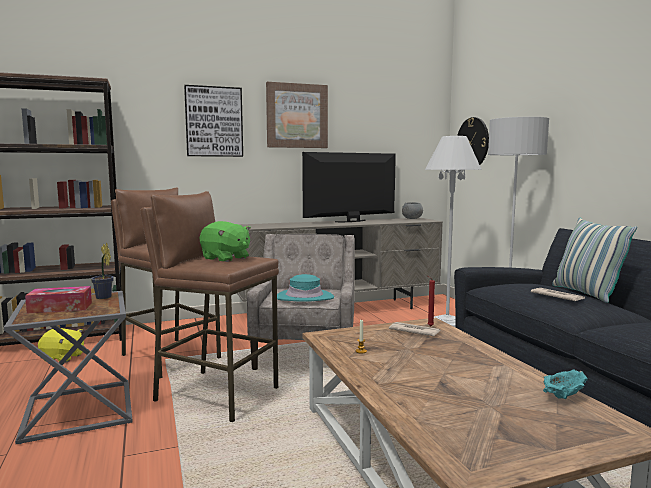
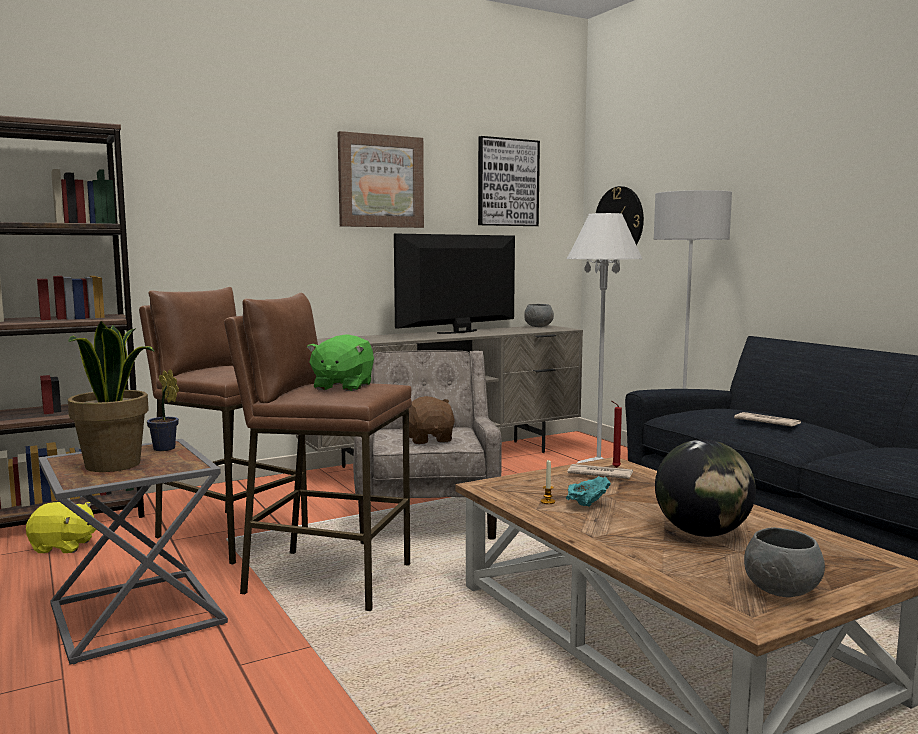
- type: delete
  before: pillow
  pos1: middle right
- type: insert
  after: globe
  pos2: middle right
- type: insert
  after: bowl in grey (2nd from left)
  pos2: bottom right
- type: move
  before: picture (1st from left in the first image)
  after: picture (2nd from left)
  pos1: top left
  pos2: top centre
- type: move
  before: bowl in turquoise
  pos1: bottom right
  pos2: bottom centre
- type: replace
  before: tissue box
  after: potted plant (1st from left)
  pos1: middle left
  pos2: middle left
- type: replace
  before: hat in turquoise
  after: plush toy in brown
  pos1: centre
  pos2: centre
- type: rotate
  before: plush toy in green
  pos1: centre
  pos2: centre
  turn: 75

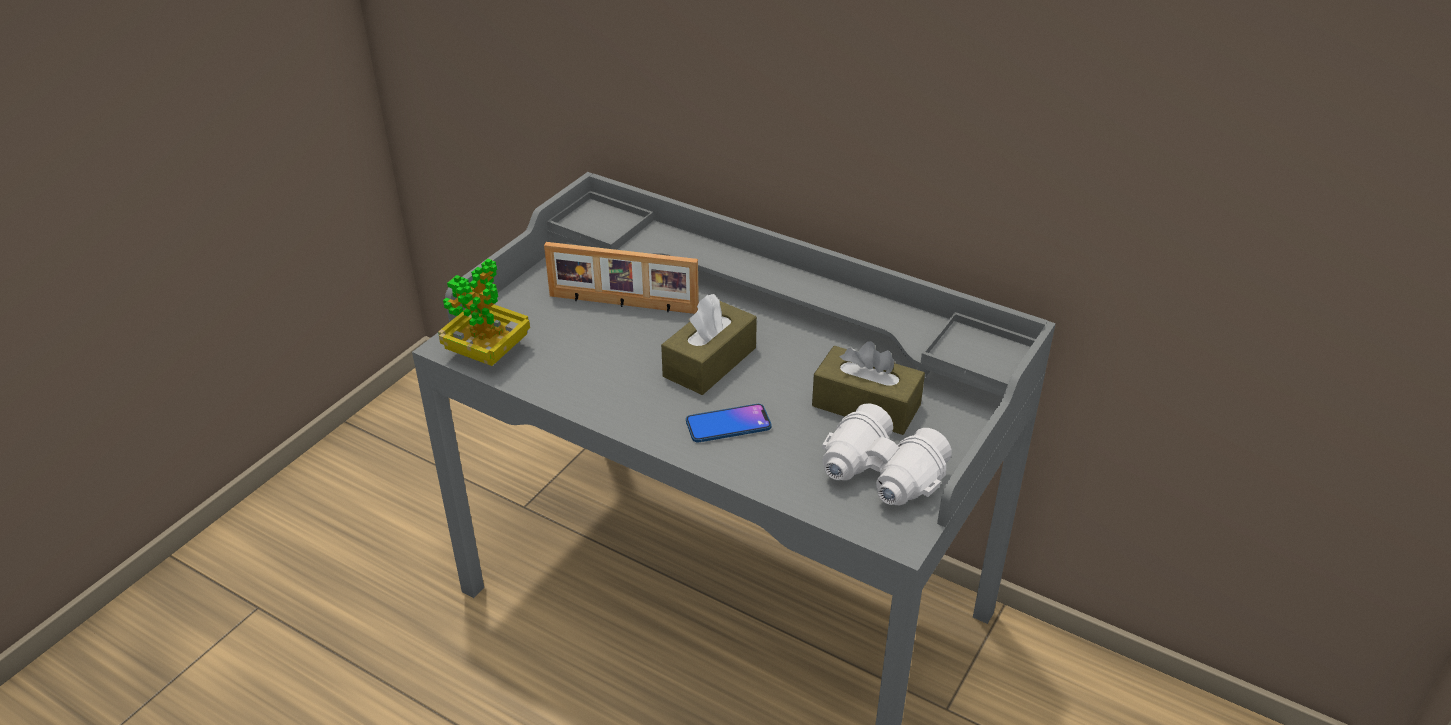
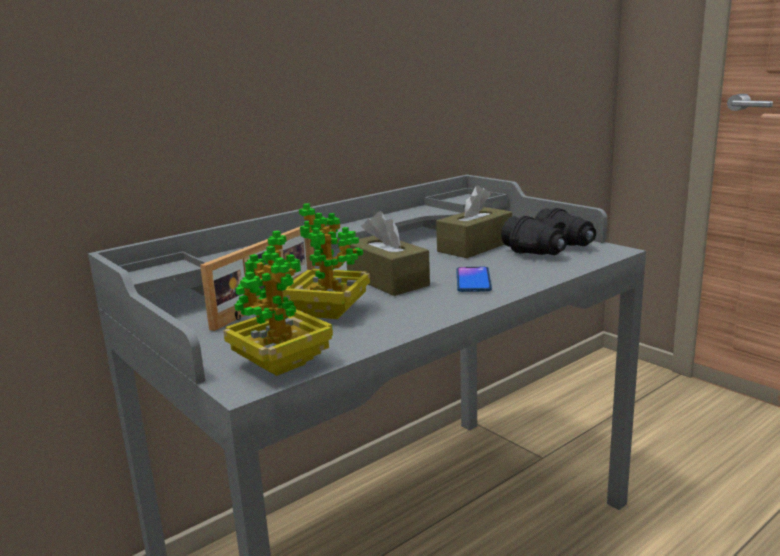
- type: insert
  after: potted plant (2nd from left)
  pos2: centre
- type: recolor
  before: binoculars in white
  after: binoculars in black
  pos1: centre
  pos2: middle right

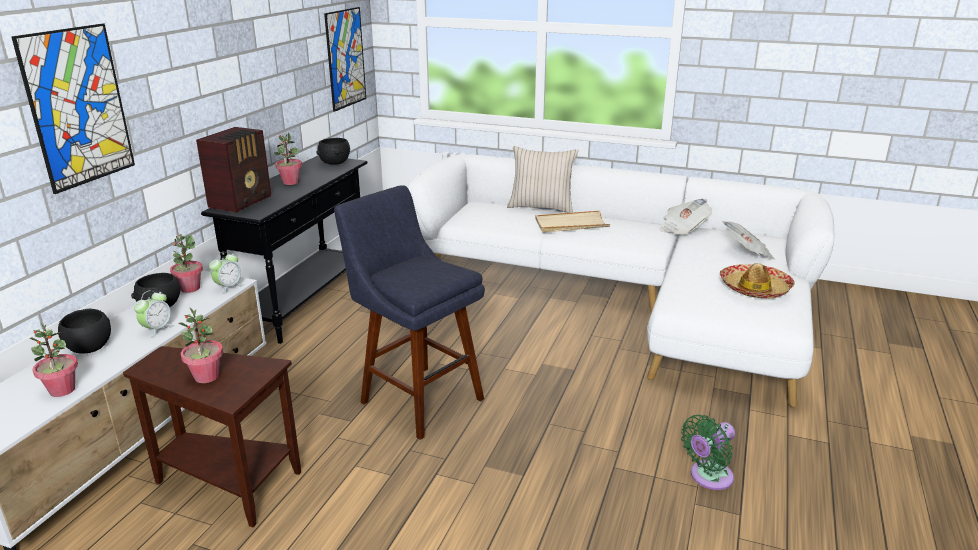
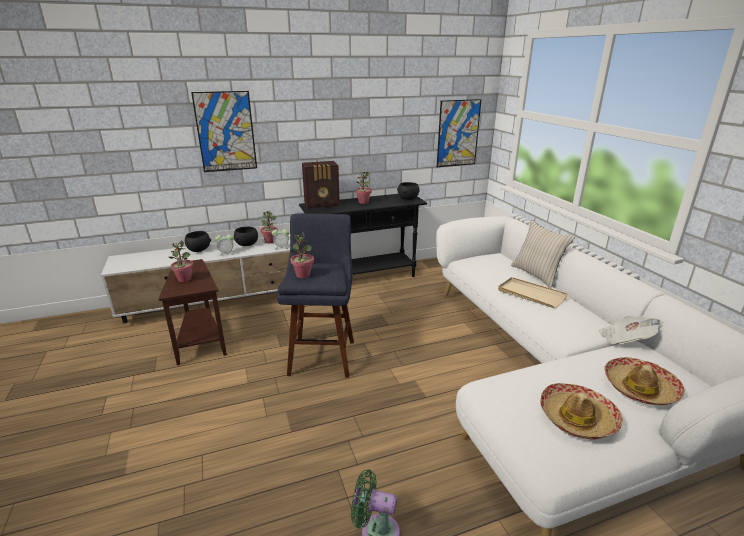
- type: move
  before: potted plant (1st from left in the first image)
  after: potted plant (3rd from left)
  pos1: middle left
  pos2: centre
- type: replace
  before: newspaper (2nd from left)
  after: hat (2nd from left)
  pos1: middle right
  pos2: bottom right

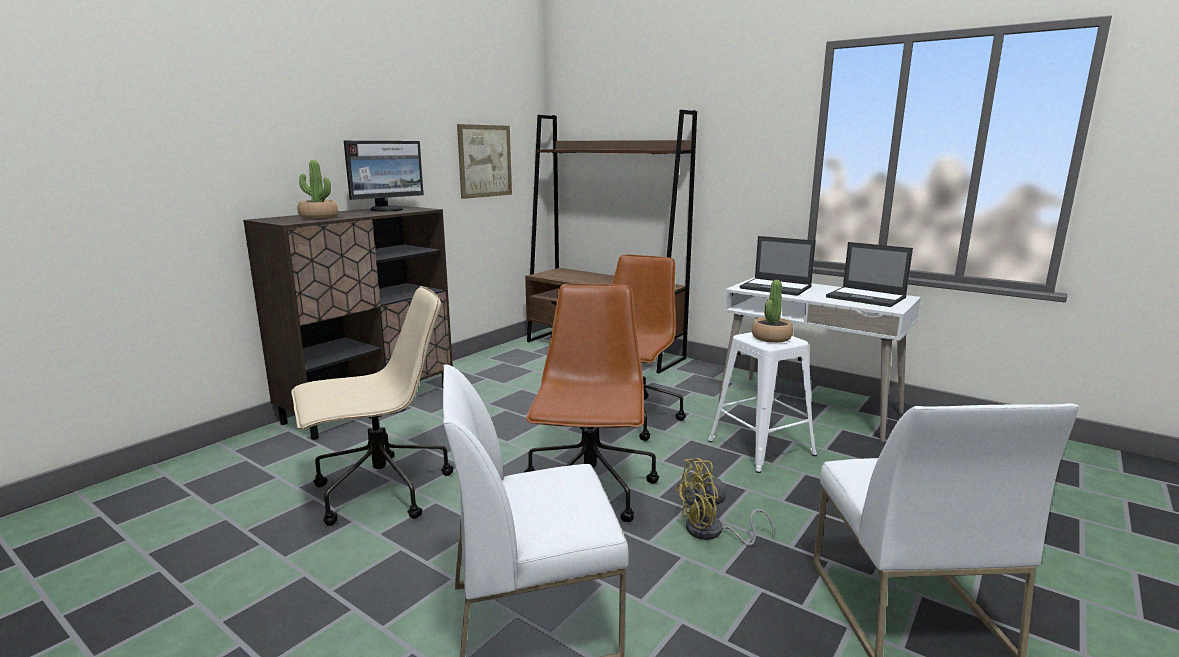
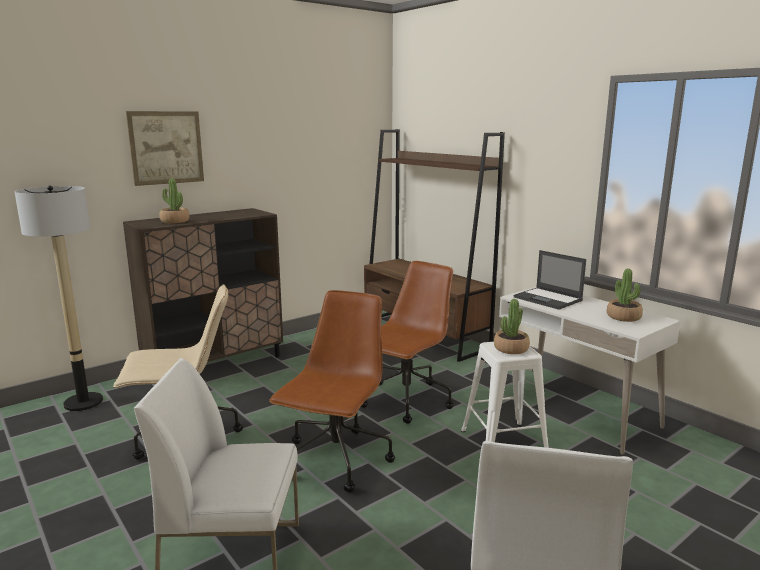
- type: delete
  before: monitor
  pos1: top left
- type: delete
  before: fan in yellow
  pos1: bottom centre
- type: insert
  after: floor lamp
  pos2: middle left
- type: move
  before: picture
  pos1: top centre
  pos2: top left
- type: replace
  before: laptop (2nd from left)
  after: potted plant (3rd from left)
  pos1: middle right
  pos2: middle right

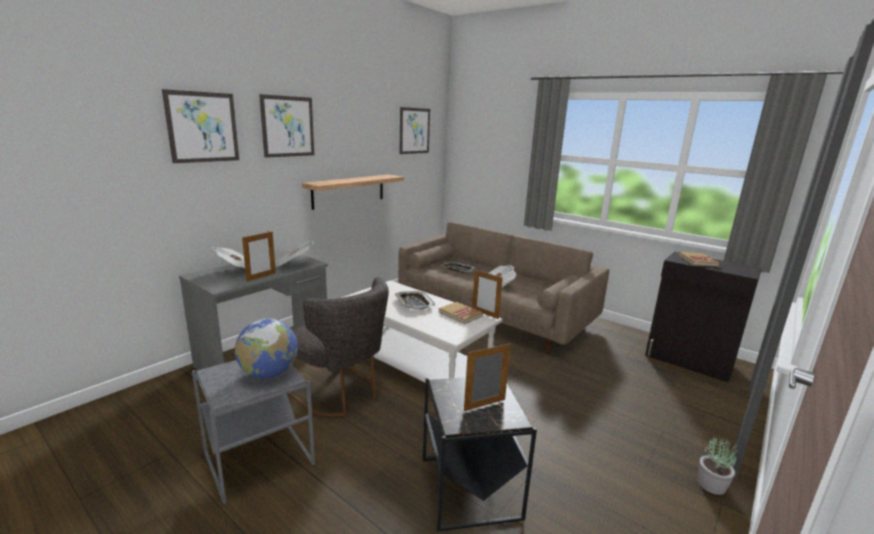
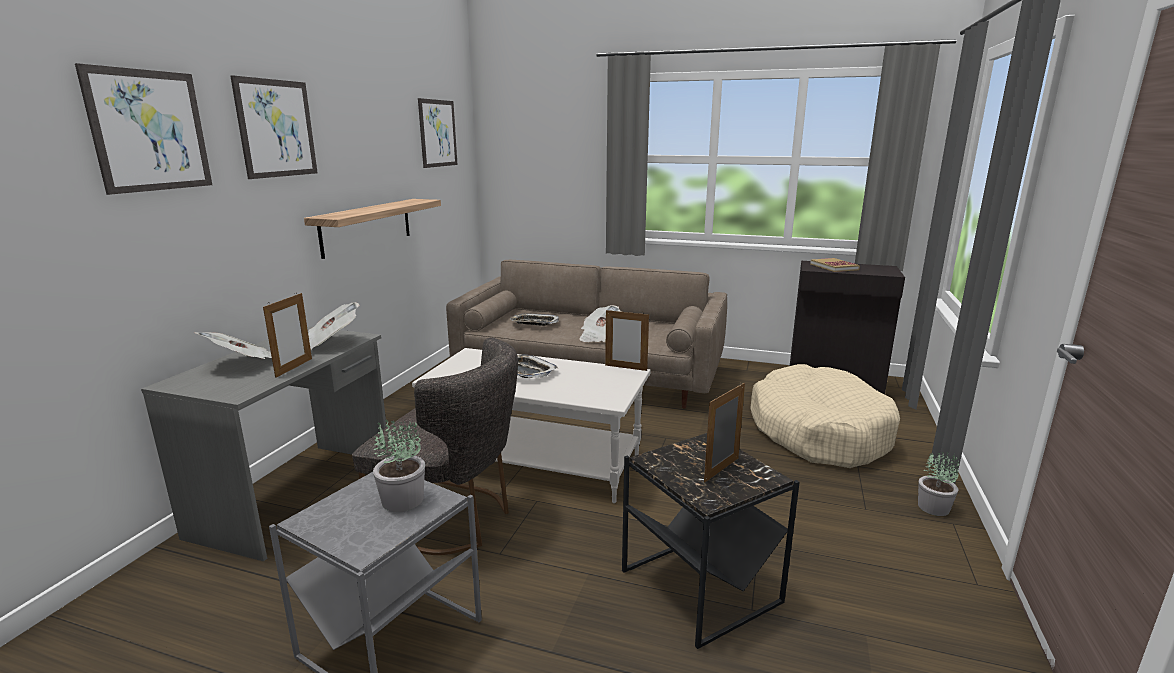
- type: delete
  before: book (1st from left)
  pos1: centre
- type: insert
  after: dog bed in beige
  pos2: middle right
- type: replace
  before: globe
  after: potted plant (1st from left)
  pos1: middle left
  pos2: bottom centre

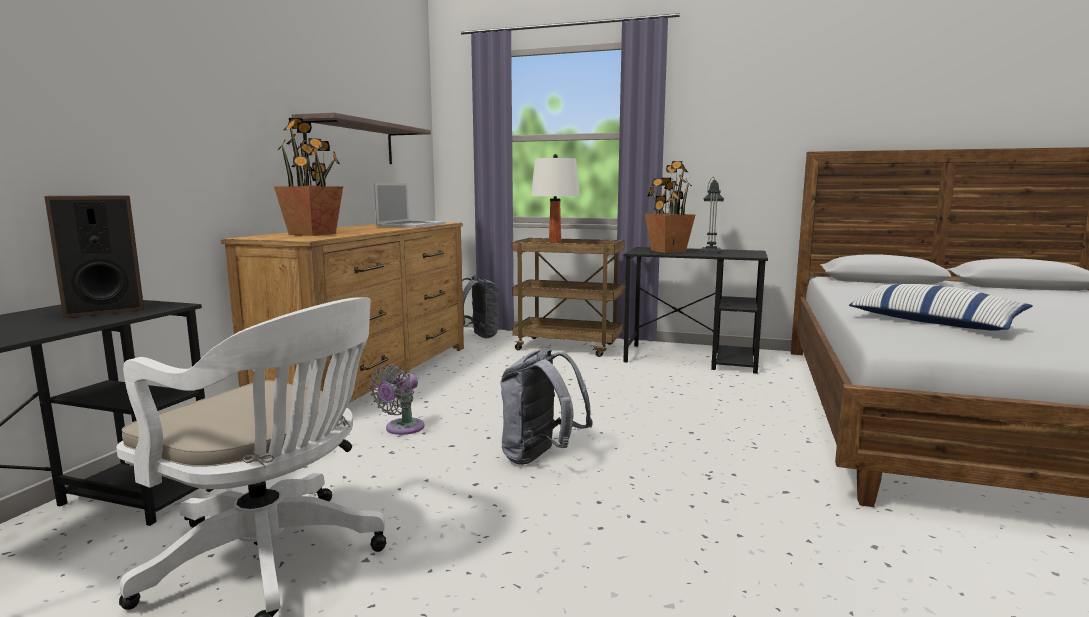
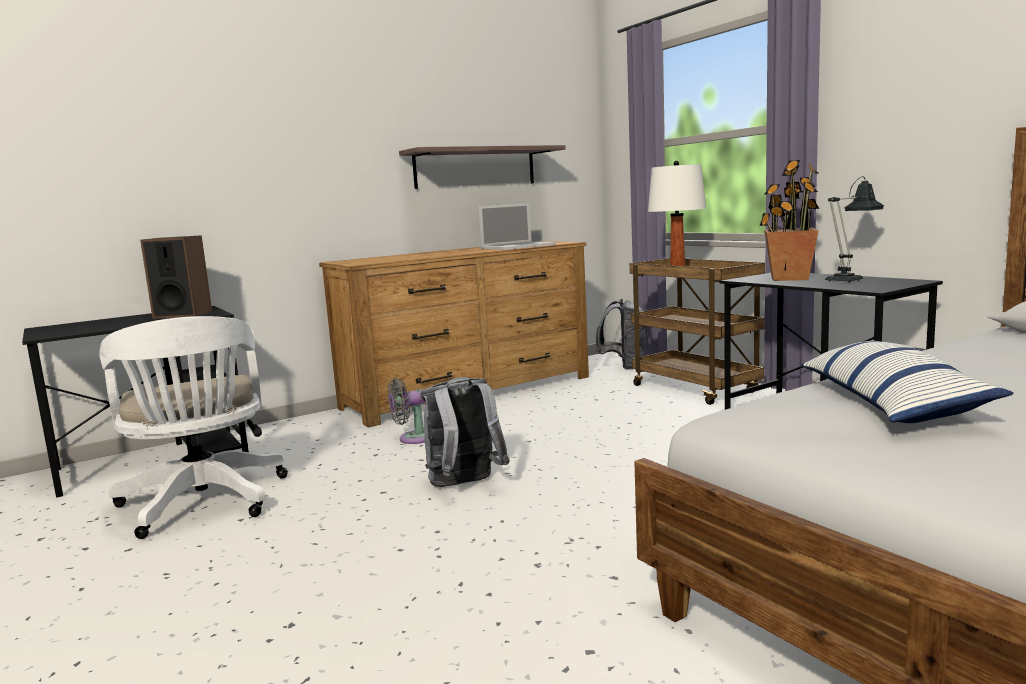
- type: delete
  before: potted plant (1st from left)
  pos1: top left

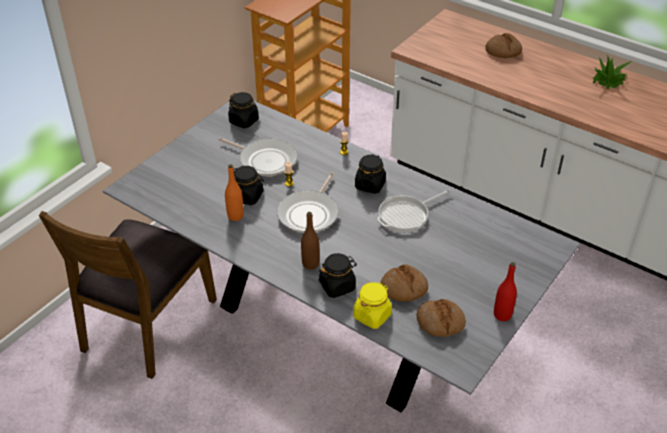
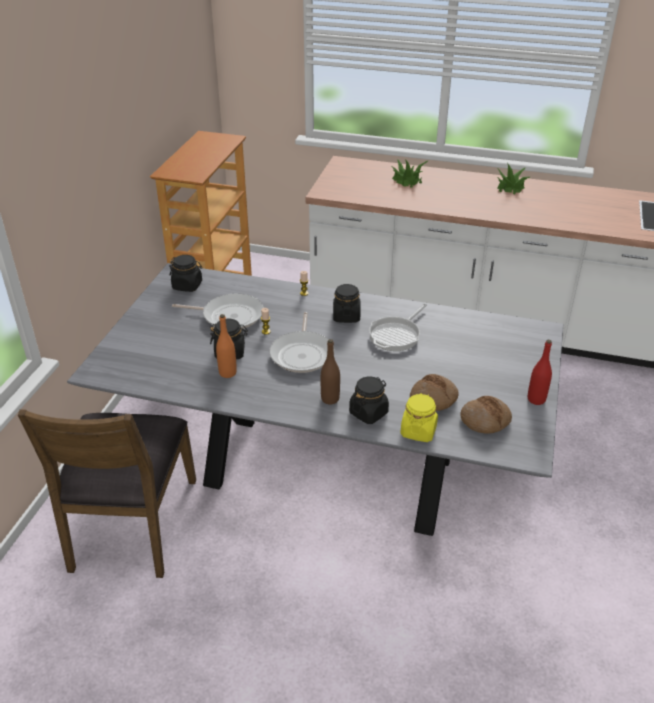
- type: replace
  before: bread (3rd from left)
  after: potted plant (1st from left)
  pos1: top right
  pos2: top centre

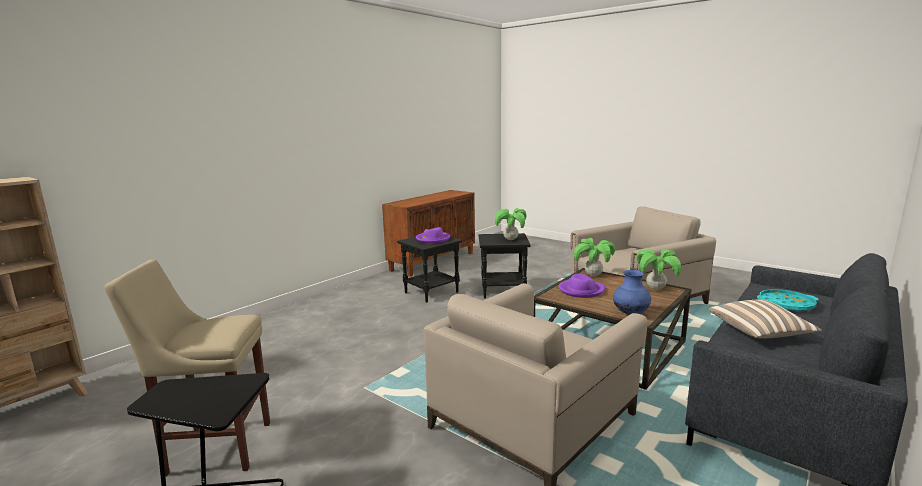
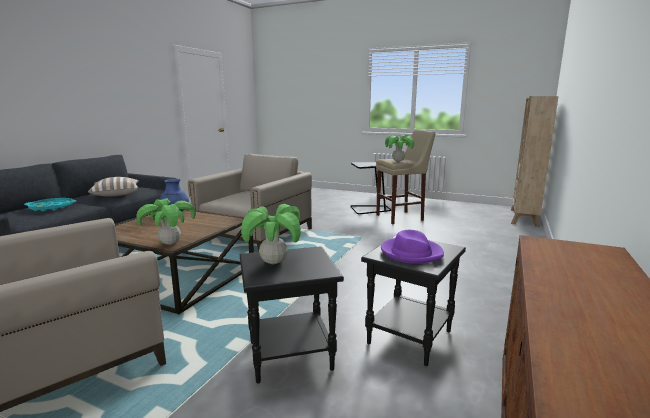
- type: delete
  before: hat in purple (2nd from left)
  pos1: centre
- type: move
  before: potted plant (3rd from left)
  pos1: middle right
  pos2: centre

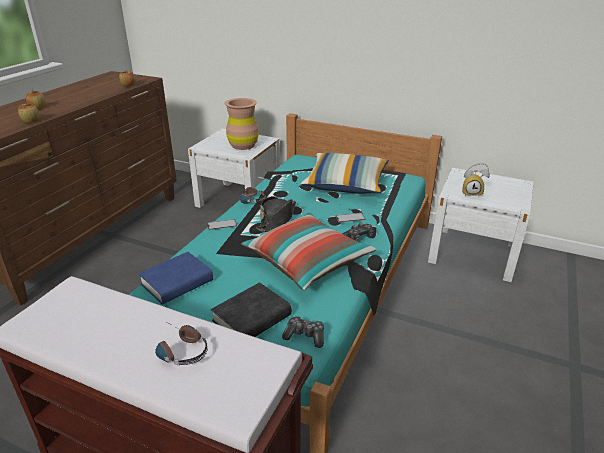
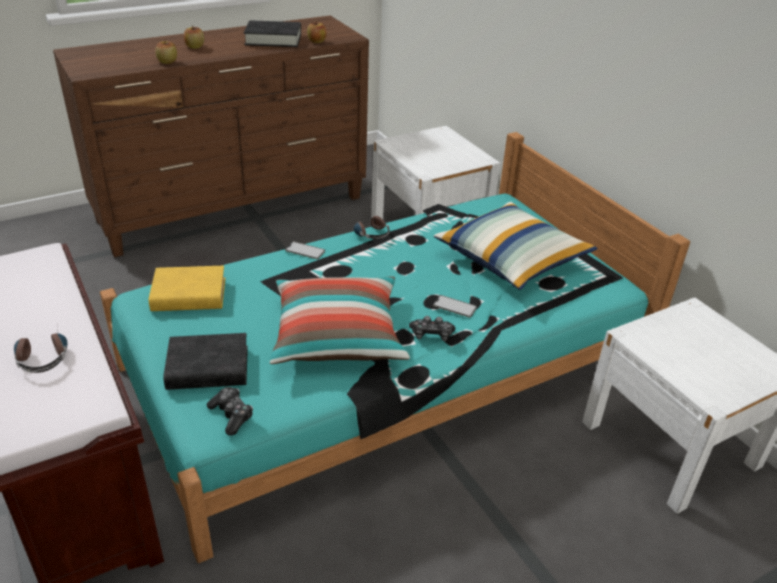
- type: delete
  before: vase in brown
  pos1: top centre
- type: delete
  before: hat in black
  pos1: centre
- type: delete
  before: alarm clock
  pos1: middle right
- type: insert
  after: book in black (2nd from left)
  pos2: top centre
- type: recolor
  before: book in blue
  after: book in yellow
  pos1: middle left
  pos2: middle left

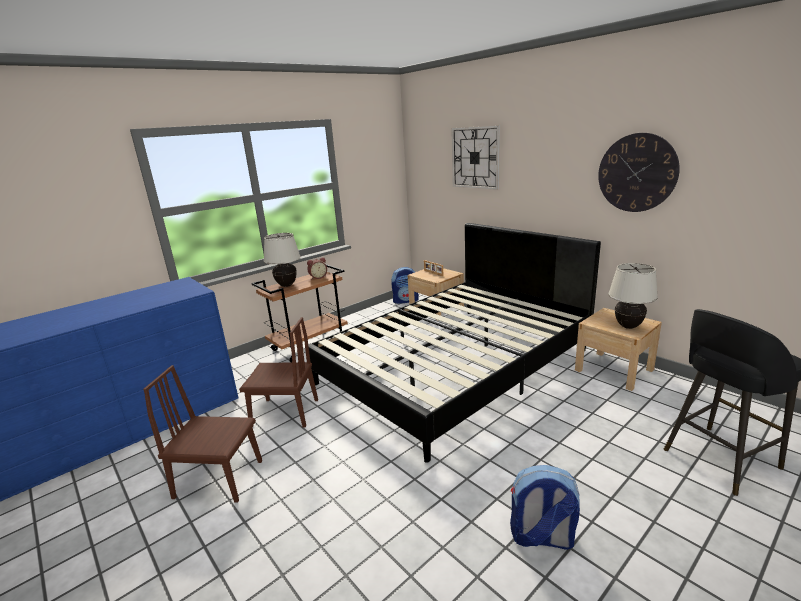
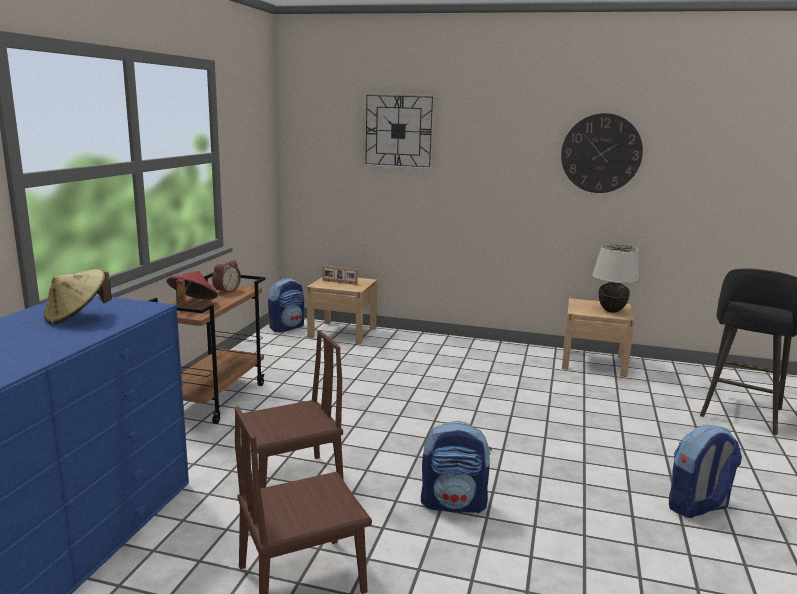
- type: delete
  before: bed in black
  pos1: centre
- type: insert
  after: hat in beige
  pos2: middle left
- type: insert
  after: backpack (2nd from left)
  pos2: bottom centre
- type: replace
  before: table lamp in beige (1st from left)
  after: hat in red
  pos1: centre
  pos2: middle left

